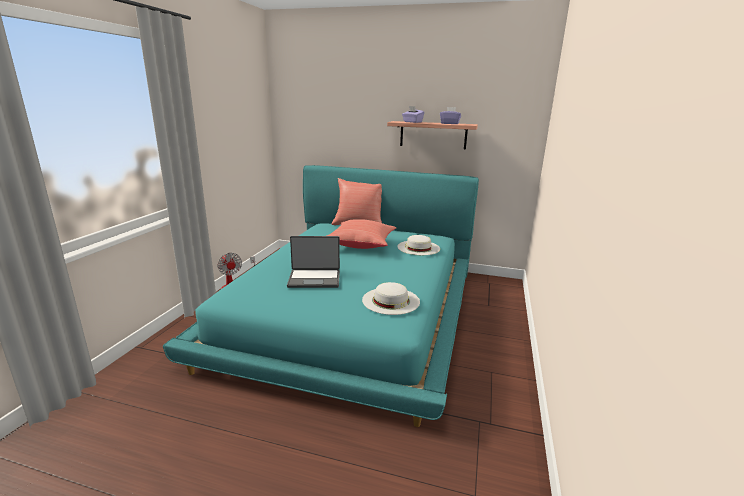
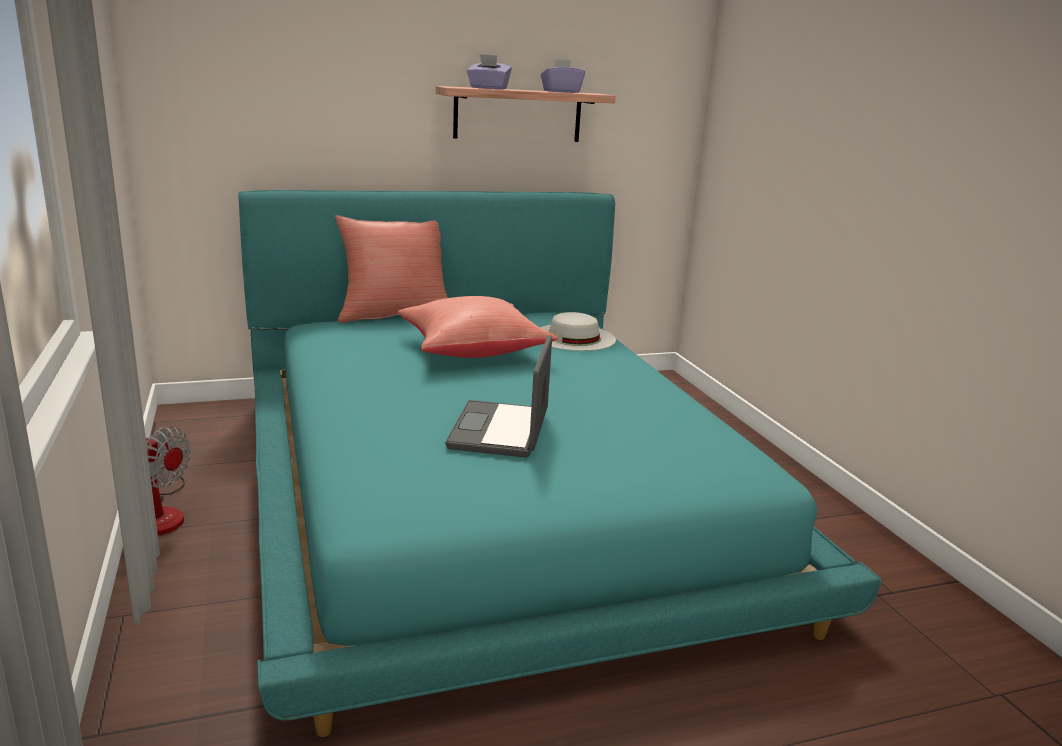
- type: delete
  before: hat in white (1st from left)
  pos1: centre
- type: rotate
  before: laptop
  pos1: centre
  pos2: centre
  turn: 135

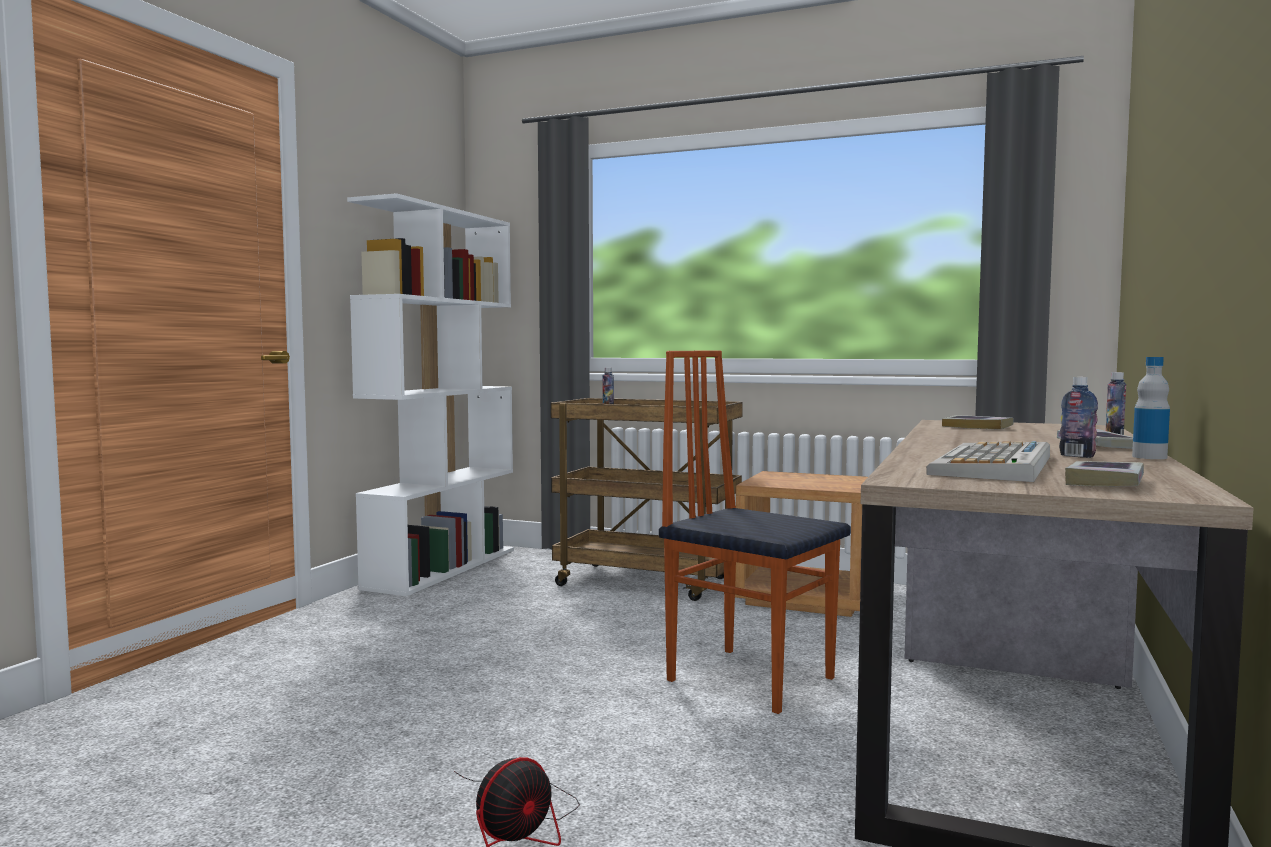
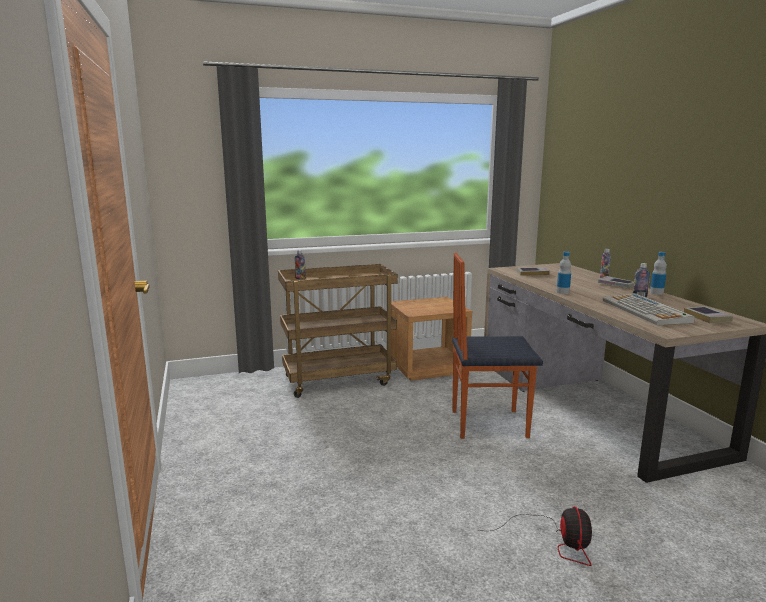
- type: delete
  before: bookcase in white
  pos1: centre
- type: insert
  after: bottle (2nd from left)
  pos2: middle right

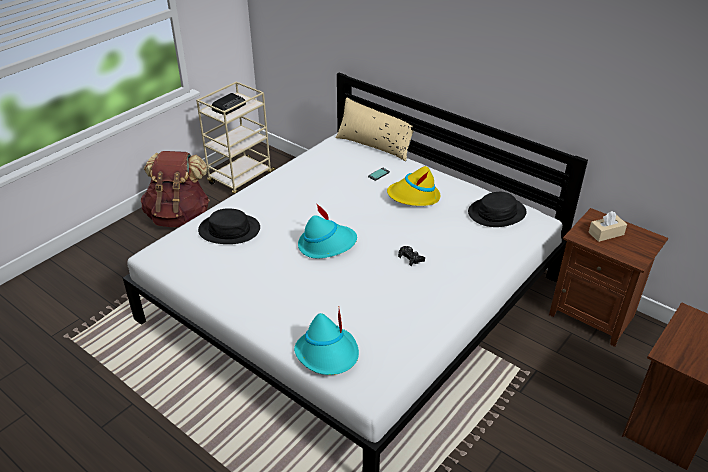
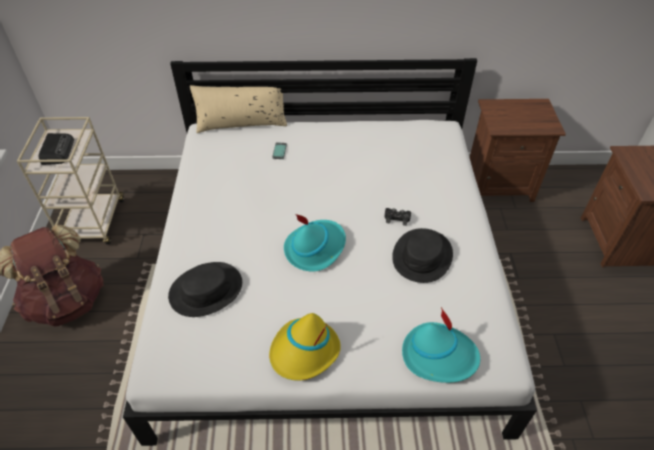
- type: delete
  before: tissue box in beige
  pos1: middle right
- type: move
  before: hat in yellow
  pos1: centre
  pos2: bottom centre
- type: move
  before: hat in black (2nd from left)
  pos1: middle right
  pos2: centre

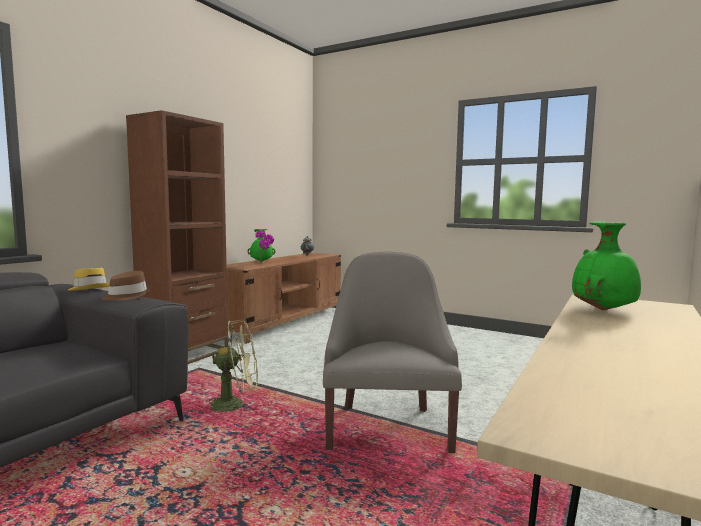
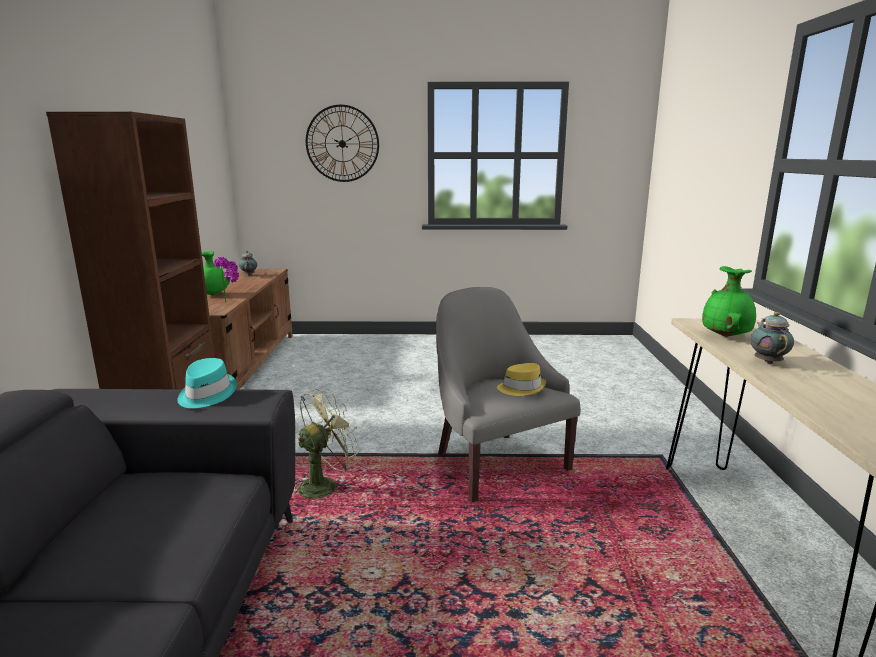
- type: insert
  after: wall clock
  pos2: top centre
- type: insert
  after: teapot (2nd from left)
  pos2: middle right
- type: move
  before: hat in yellow
  pos1: middle left
  pos2: centre
- type: recolor
  before: hat in brown
  after: hat in turquoise
  pos1: middle left
  pos2: middle left

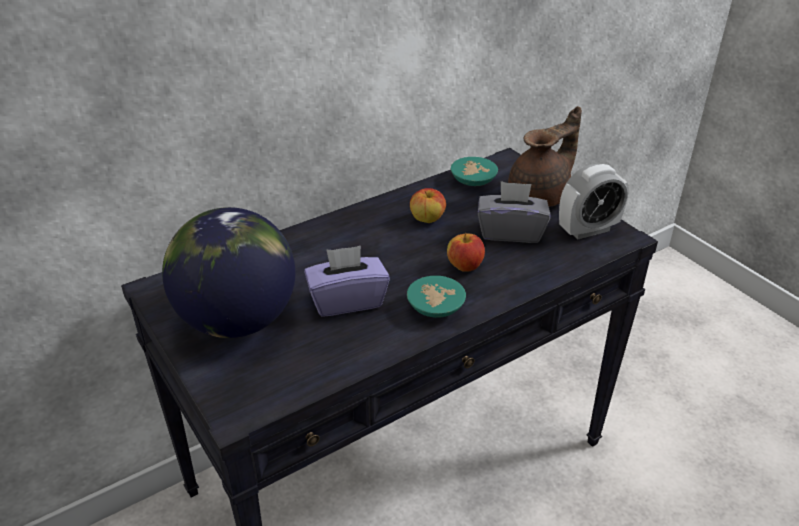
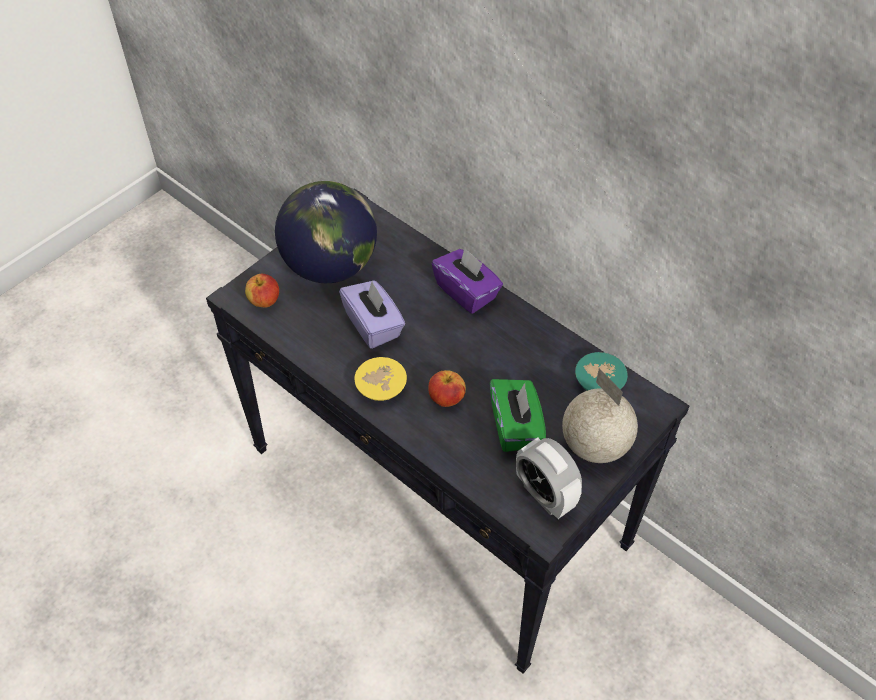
- type: insert
  after: tissue box in purple (2nd from left)
  pos2: centre
- type: move
  before: apple (1st from left)
  pos1: centre
  pos2: middle left
- type: replace
  before: teapot in brown
  after: globe (2nd from left)
  pos1: top right
  pos2: middle right
- type: recolor
  before: bowl in turquoise (1st from left)
  after: bowl in yellow
  pos1: centre
  pos2: centre
- type: recolor
  before: tissue box in grey
  after: tissue box in green
  pos1: centre
  pos2: centre

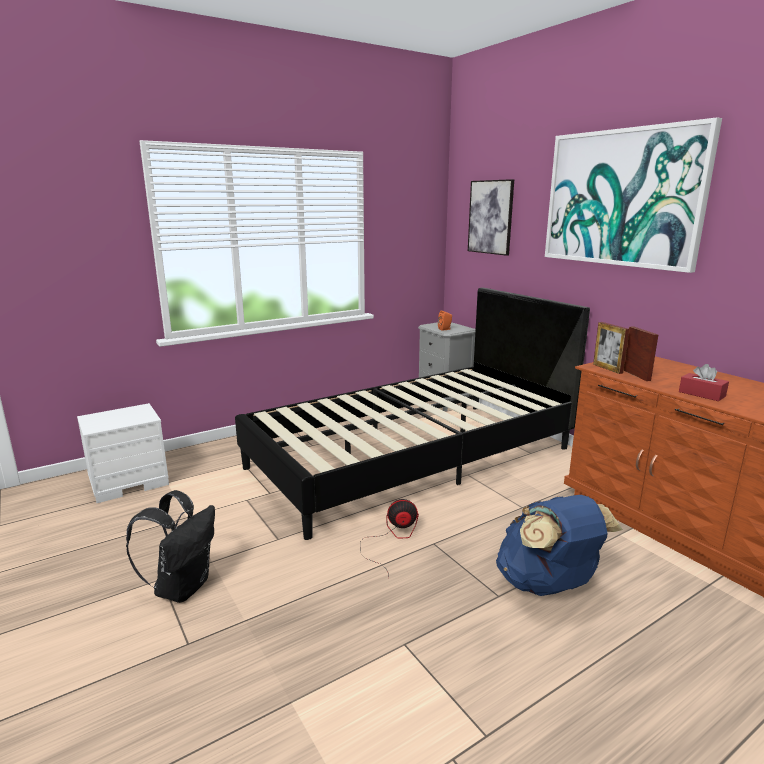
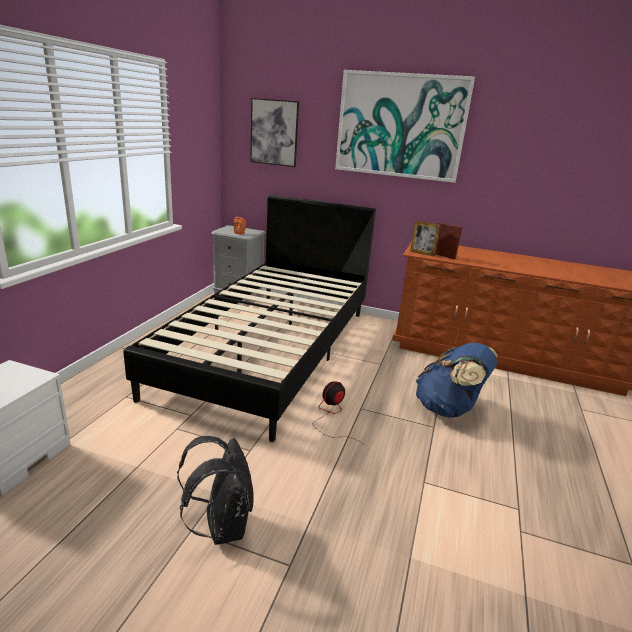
- type: delete
  before: tissue box in red
  pos1: middle right

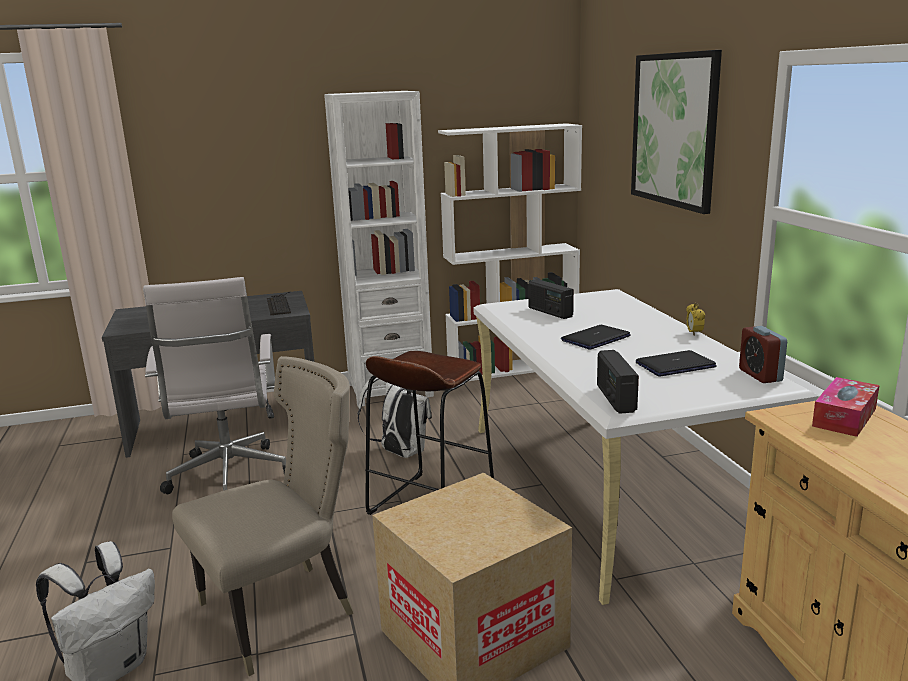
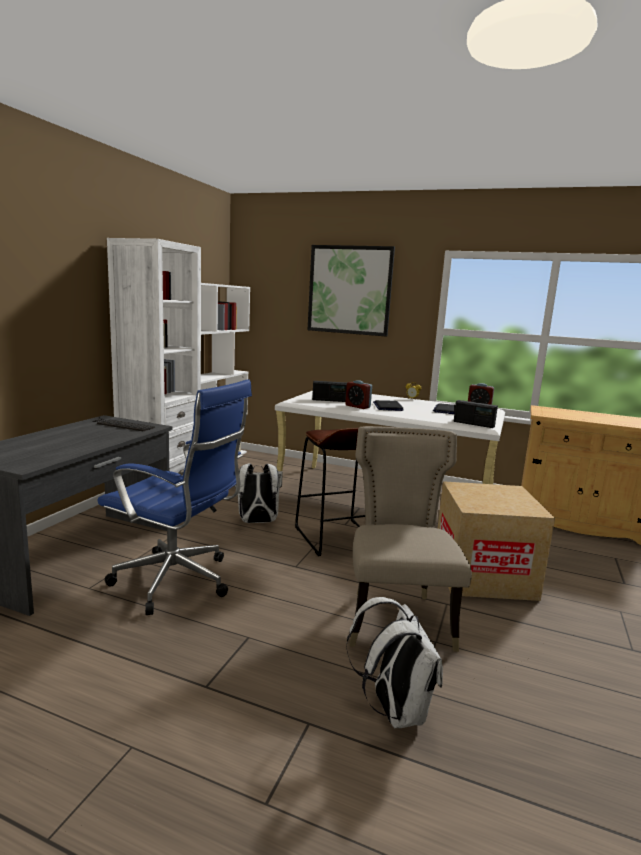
- type: delete
  before: tissue box
  pos1: middle right
- type: insert
  after: alarm clock (1st from left)
  pos2: centre
- type: recolor
  before: office chair in white
  after: office chair in blue
  pos1: middle left
  pos2: middle left

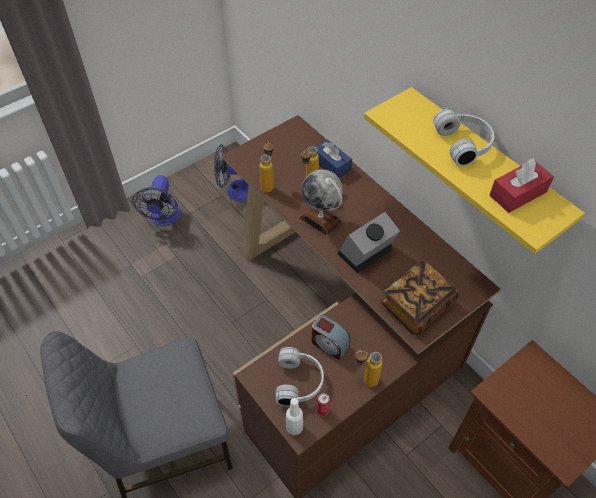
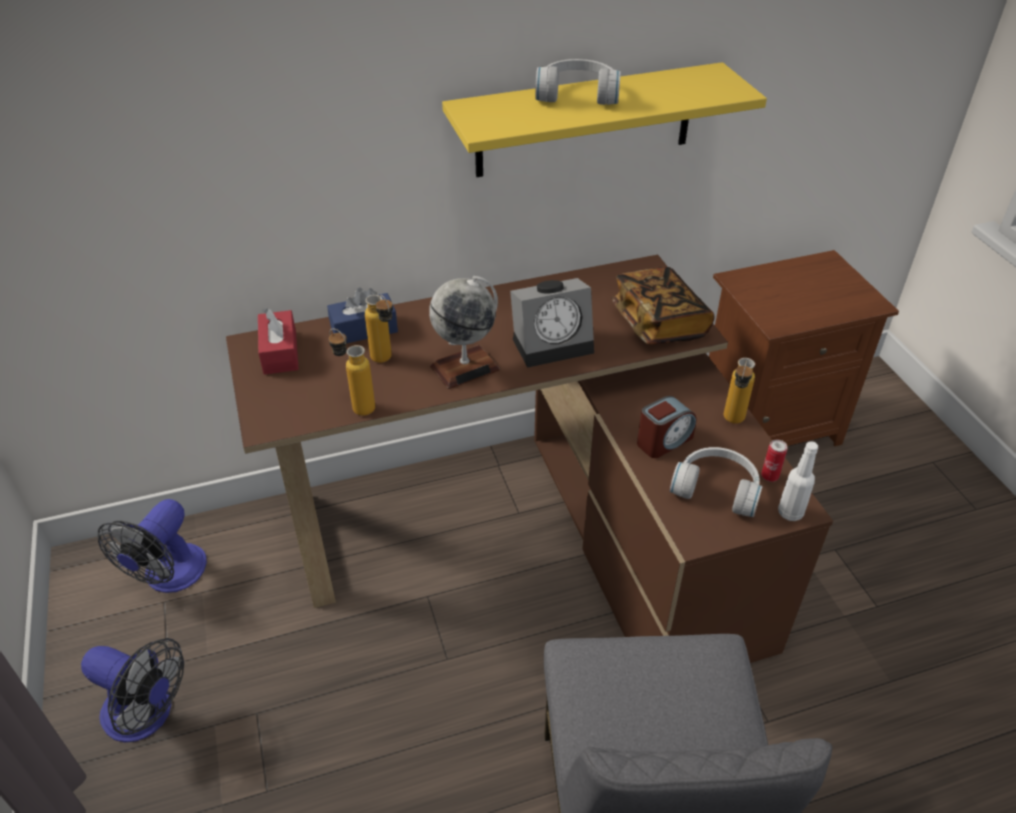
- type: move
  before: tissue box in red
  pos1: middle right
  pos2: middle left
- type: rotate
  before: alarm clock (2nd from left in the first image)
  pos1: centre
  pos2: centre
  turn: -90

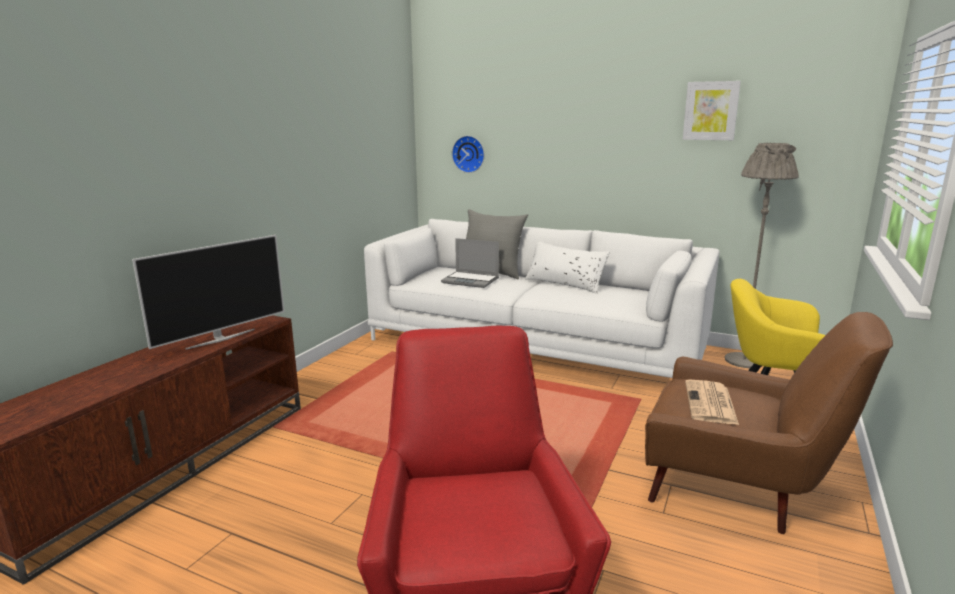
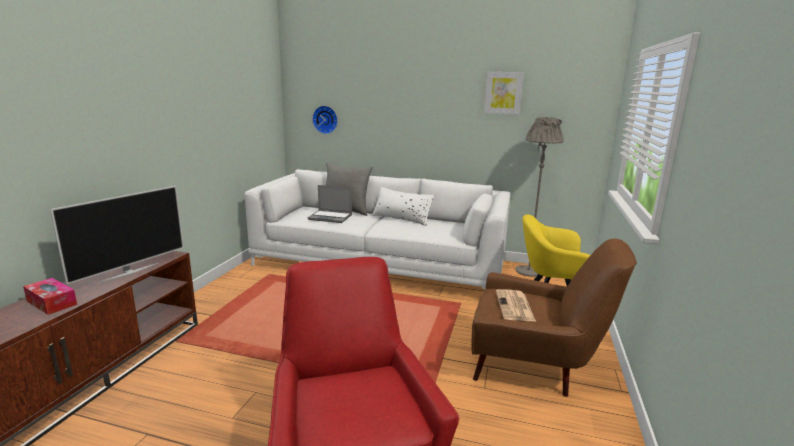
- type: insert
  after: tissue box
  pos2: middle left

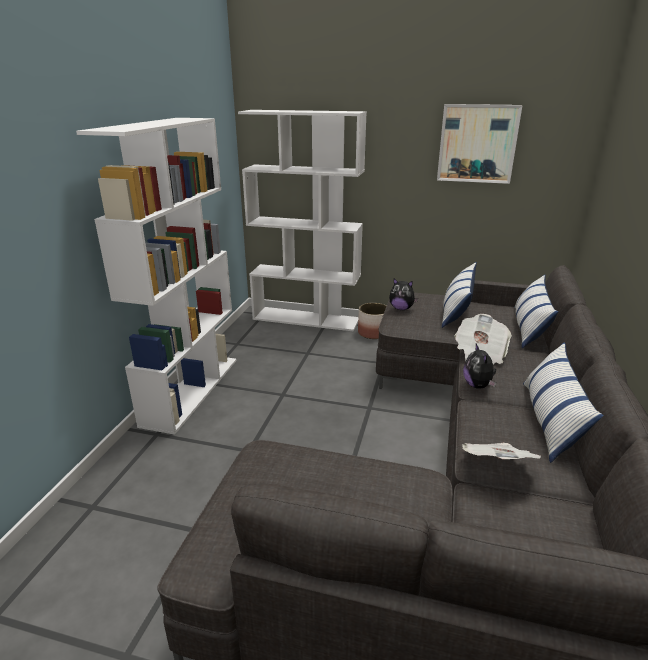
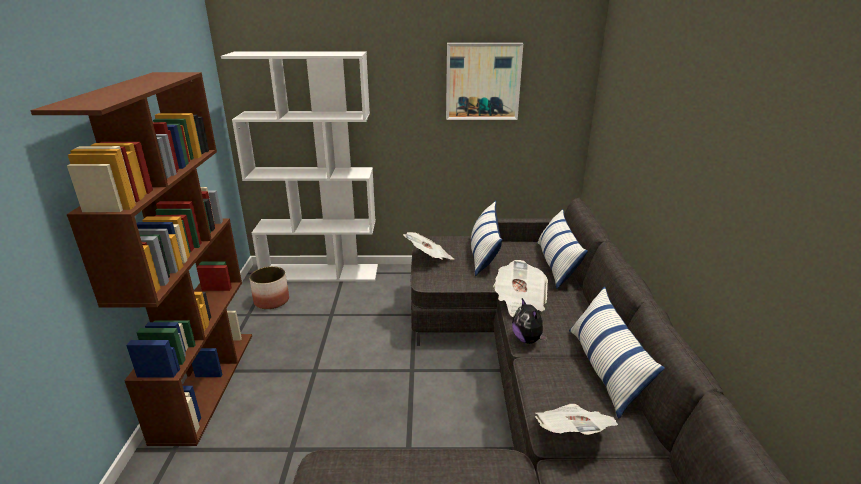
- type: move
  before: planter
  pos1: centre
  pos2: middle left
- type: replace
  before: plush toy (1st from left)
  after: newspaper (1st from left)
  pos1: centre
  pos2: centre
- type: recolor
  before: bookcase in white (1st from left)
  after: bookcase in brown
  pos1: middle left
  pos2: middle left

